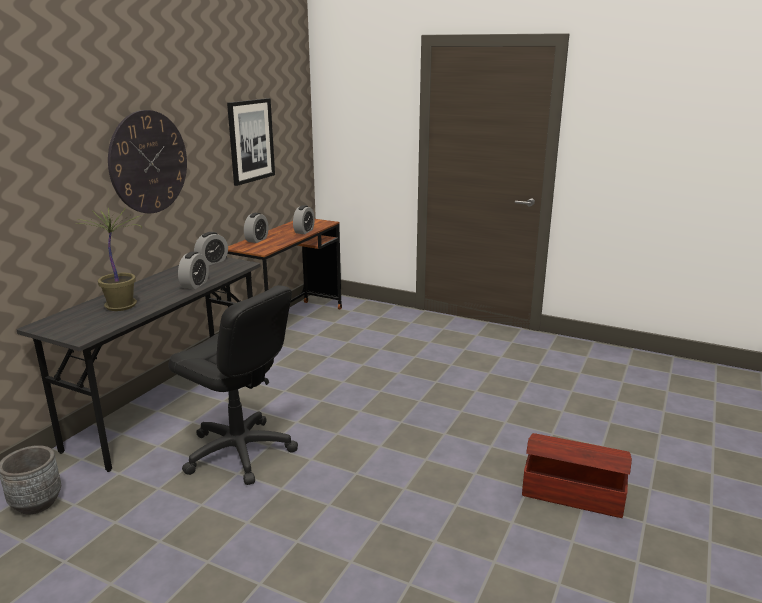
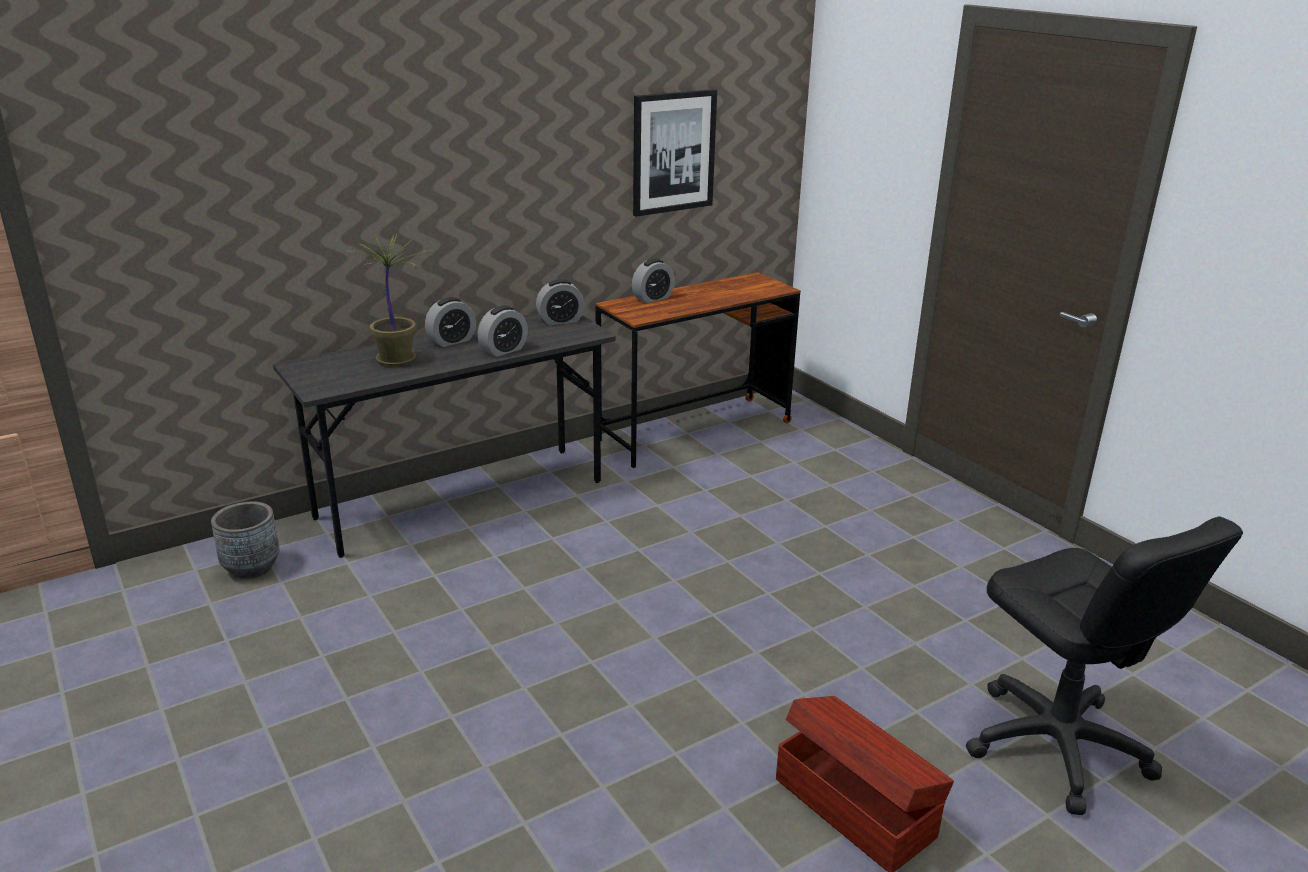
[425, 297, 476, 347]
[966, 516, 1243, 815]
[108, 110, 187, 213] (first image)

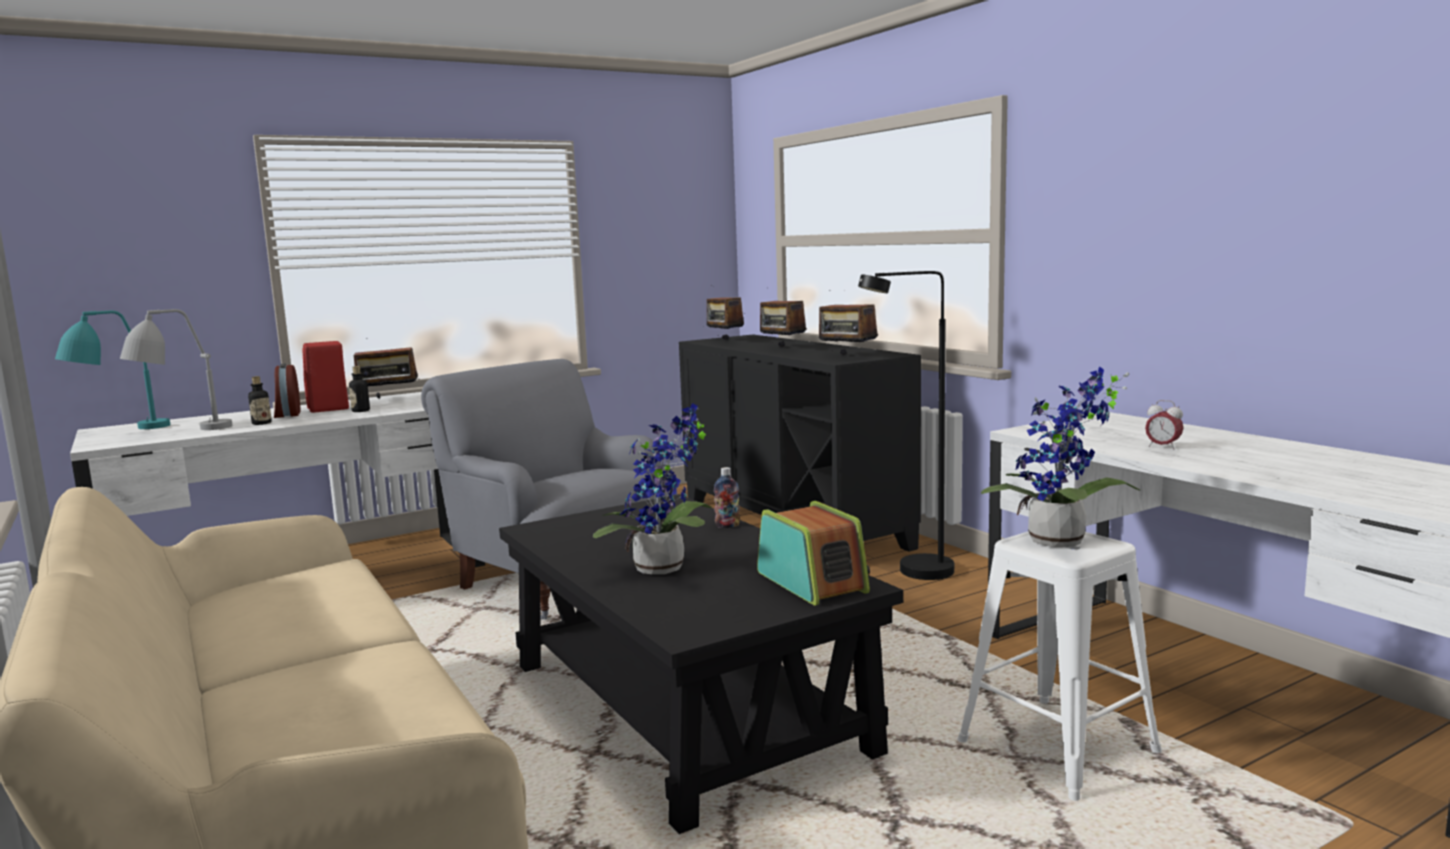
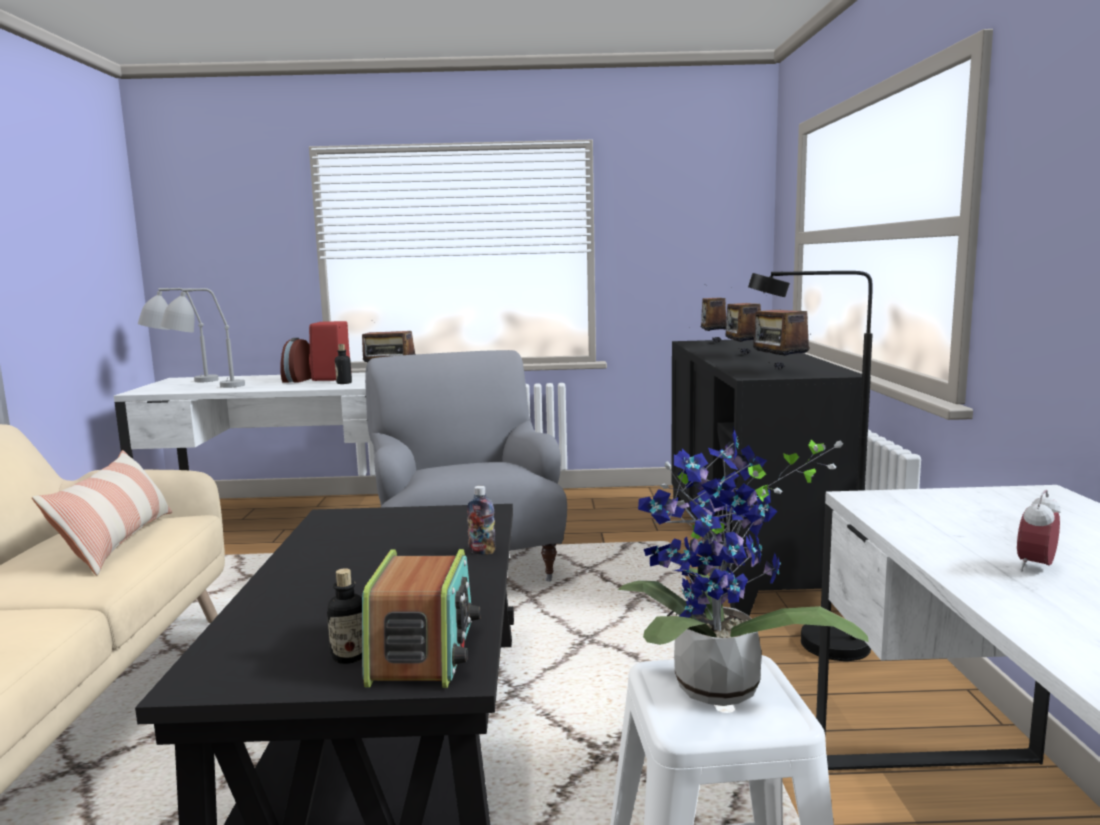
[32, 450, 173, 575]
[138, 288, 219, 382]
[327, 568, 362, 664]
[1017, 490, 1061, 572]
[593, 403, 712, 574] (first image)

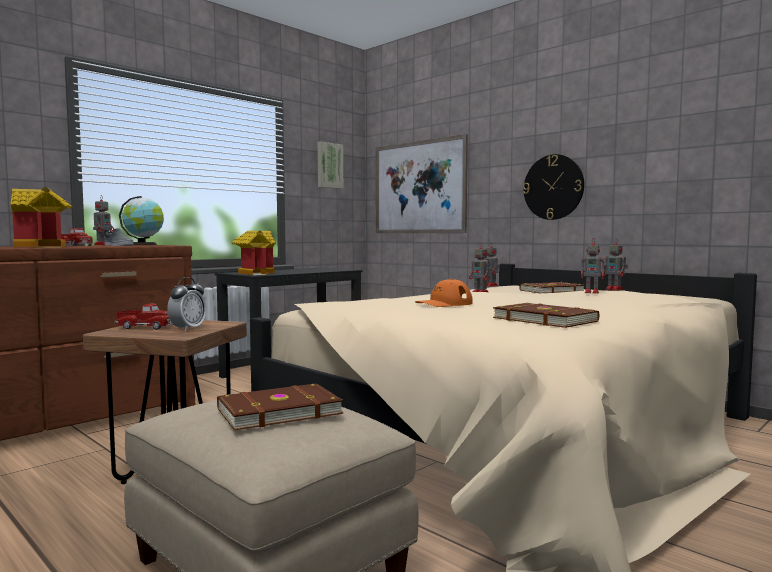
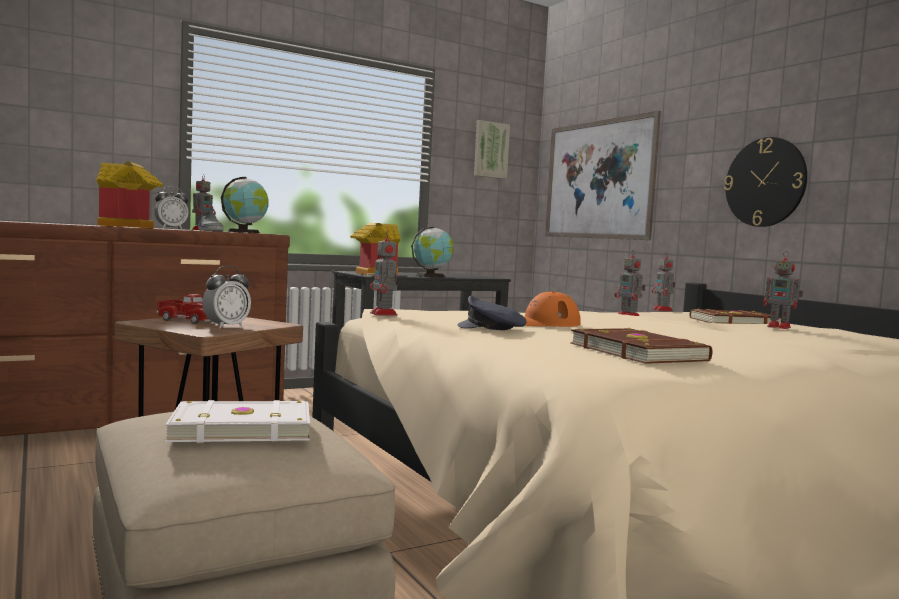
[154, 186, 189, 229]
[165, 400, 310, 443]
[370, 231, 397, 315]
[411, 227, 454, 277]
[457, 296, 526, 330]

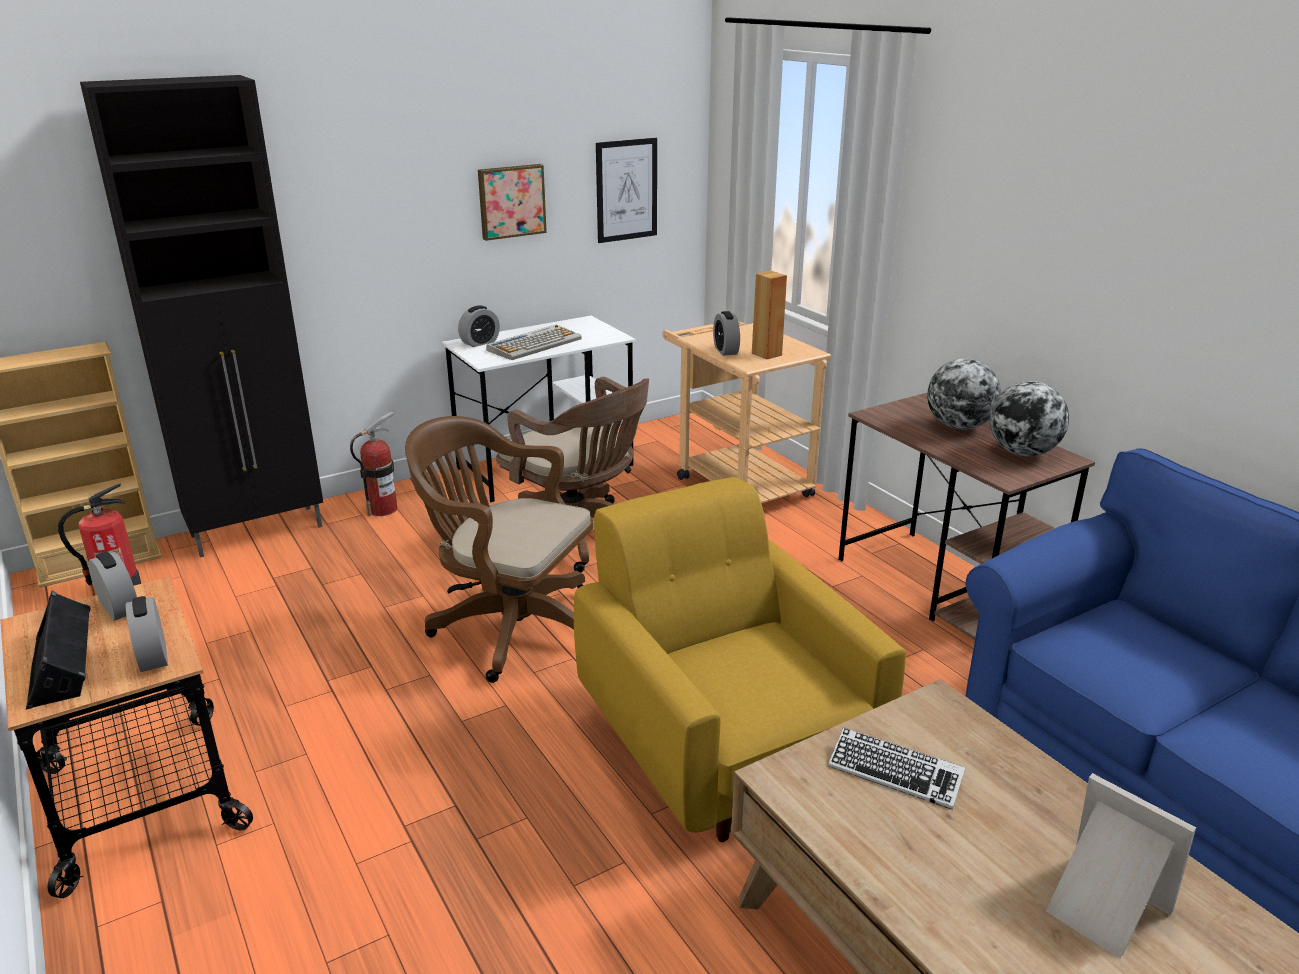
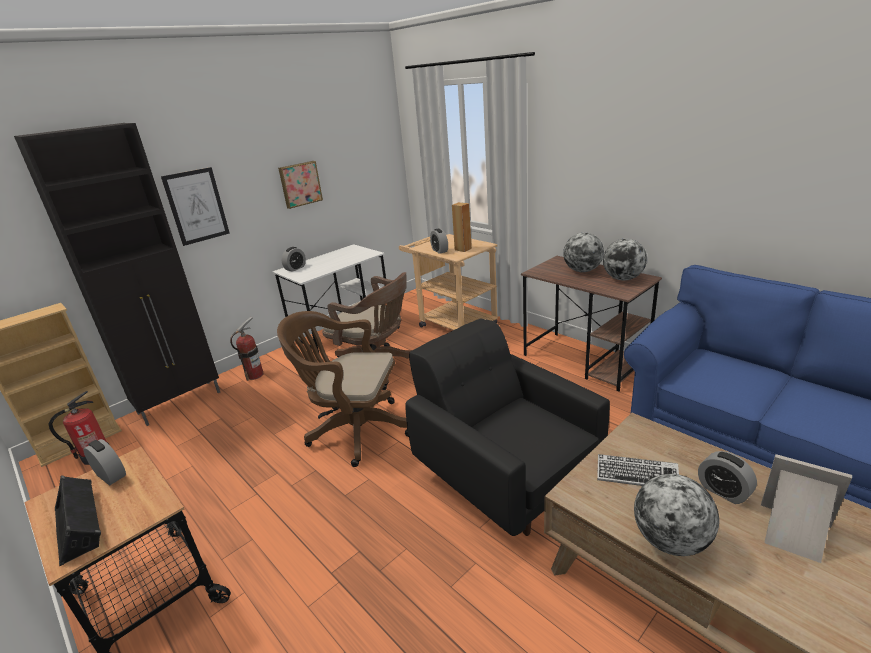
[161, 167, 230, 246]
[405, 318, 610, 536]
[634, 474, 719, 556]
[698, 451, 757, 504]
[486, 324, 582, 360] (first image)

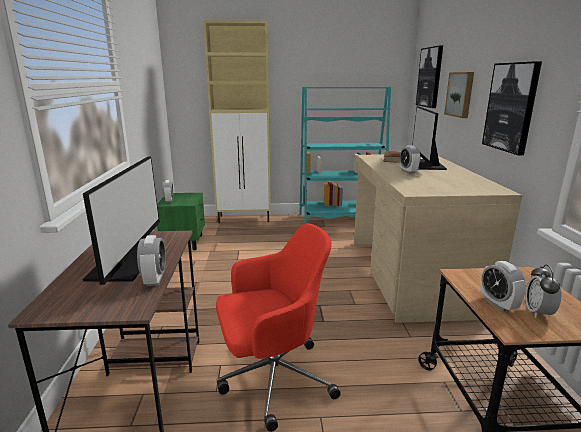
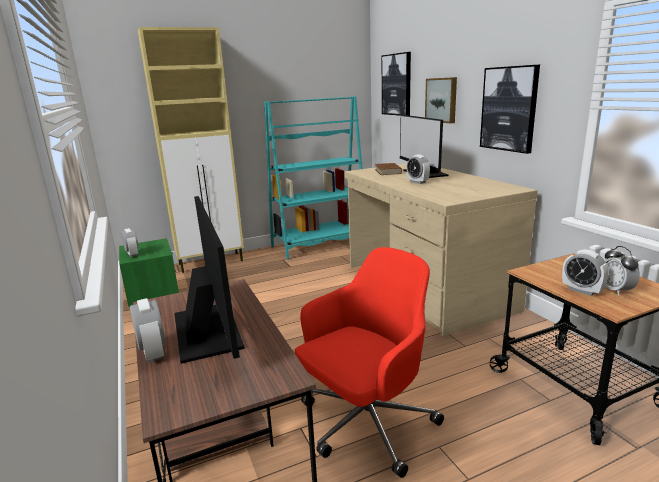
[130, 298, 165, 363]

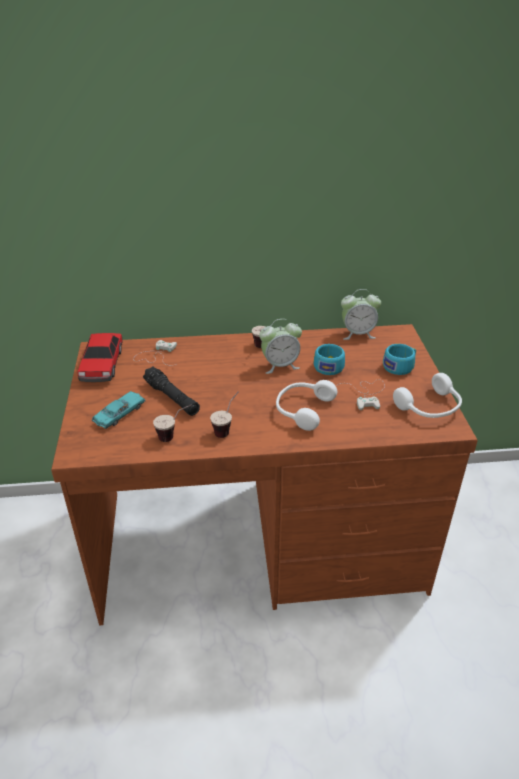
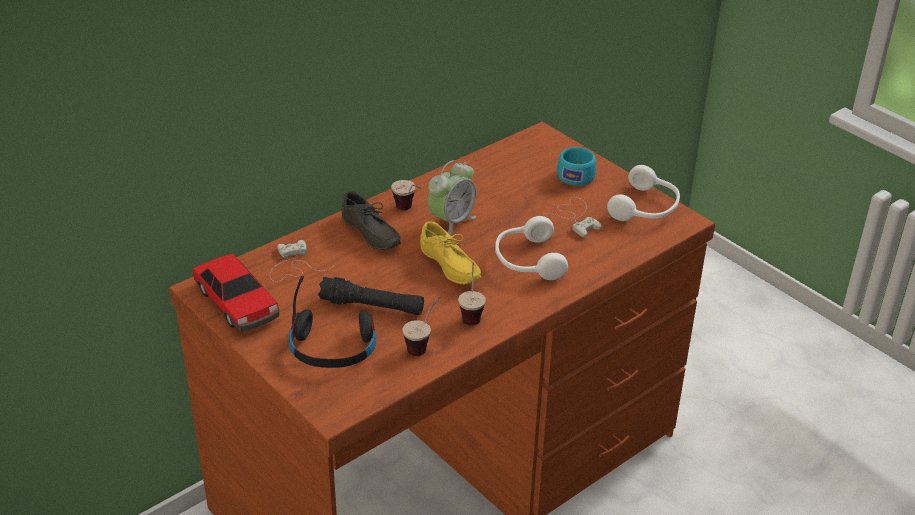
[289, 276, 376, 368]
[341, 191, 401, 250]
[420, 222, 481, 285]
[313, 344, 345, 375] (first image)
[341, 289, 381, 340] (first image)

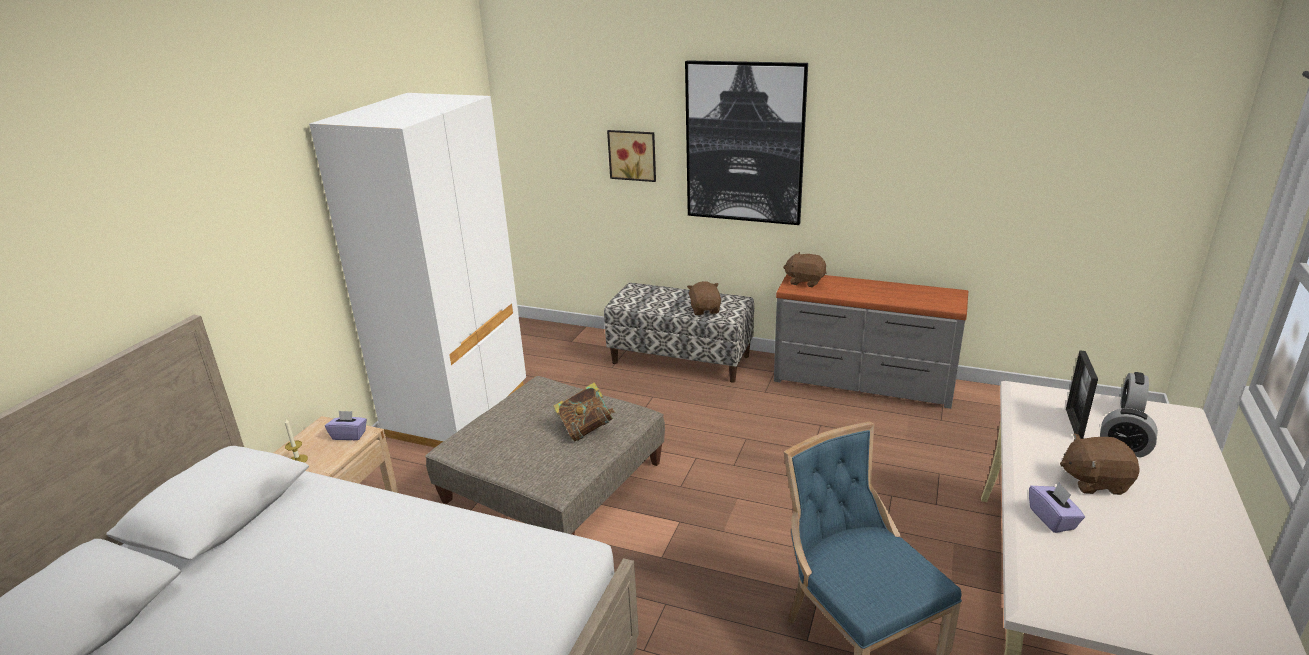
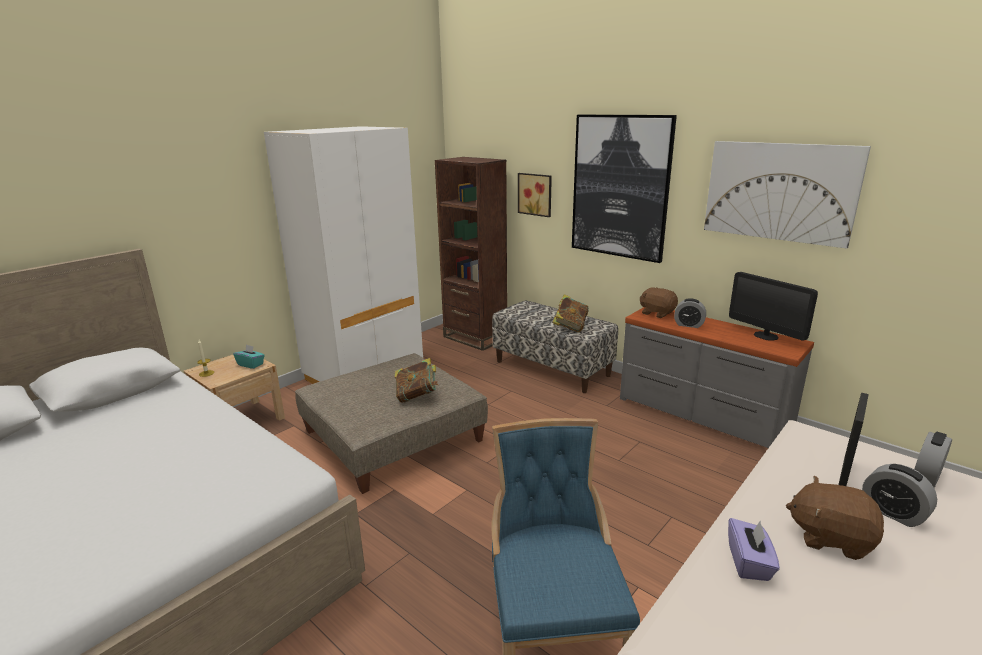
[233, 345, 265, 369]
[435, 157, 507, 351]
[552, 294, 588, 332]
[674, 298, 706, 328]
[704, 141, 871, 249]
[729, 272, 818, 341]

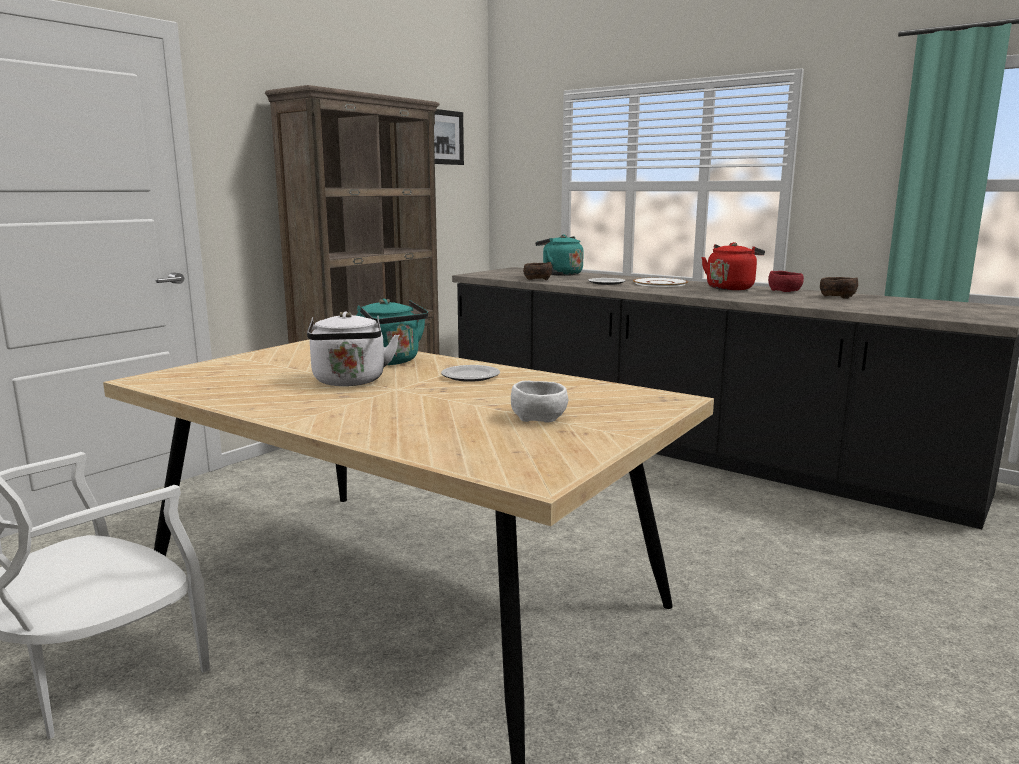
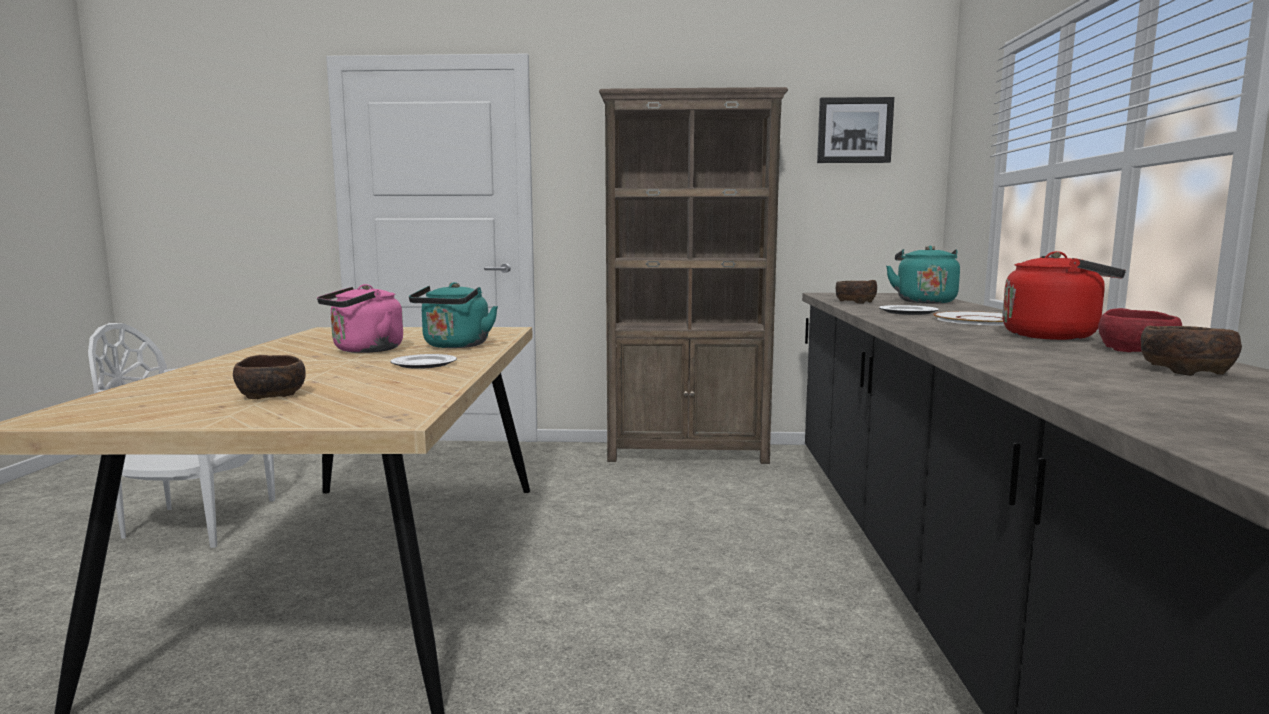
[233, 355, 306, 399]
[317, 284, 403, 353]

